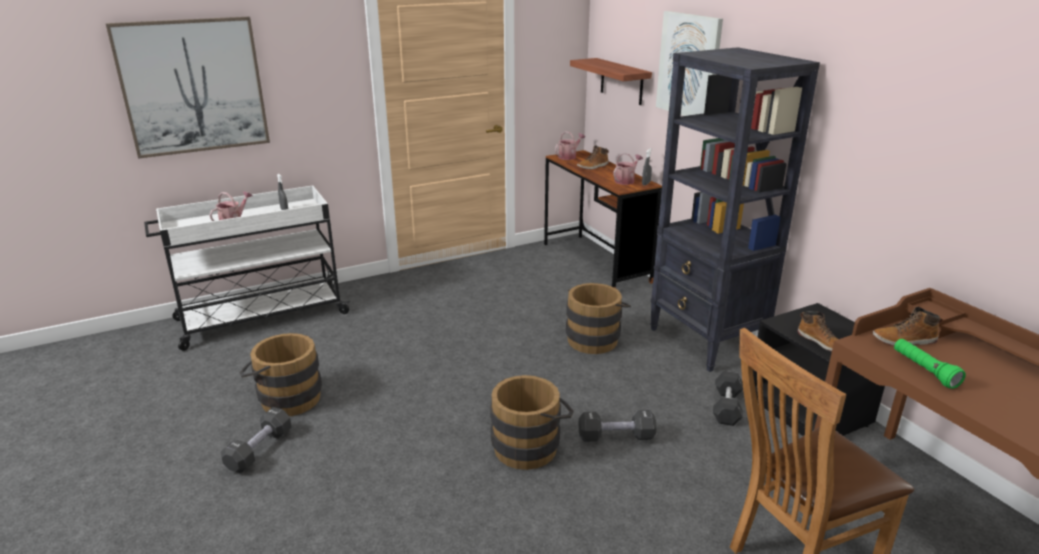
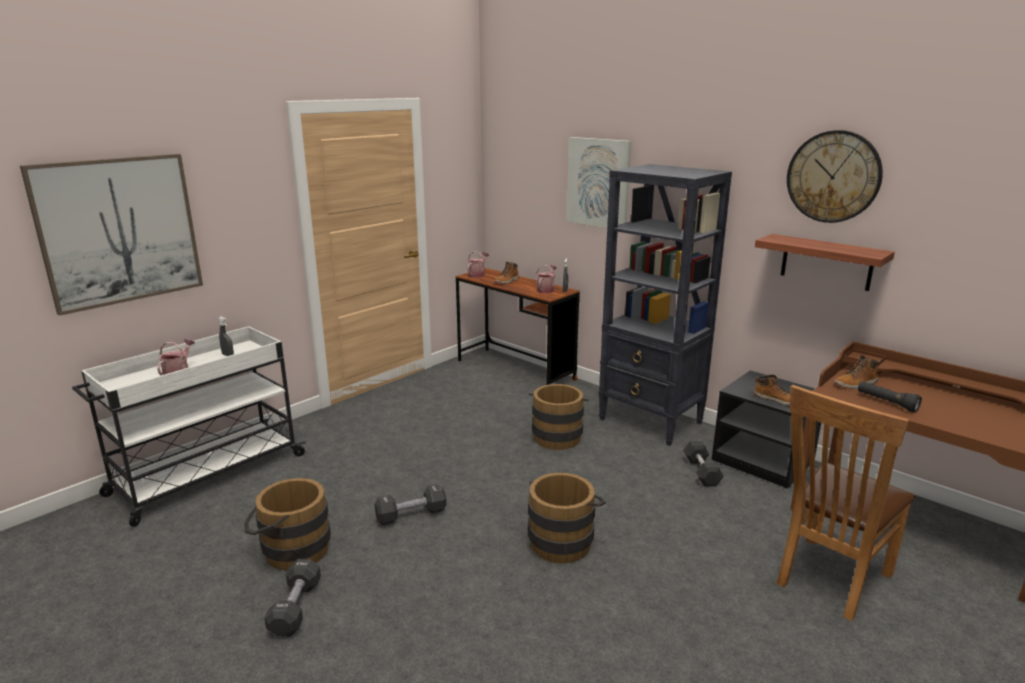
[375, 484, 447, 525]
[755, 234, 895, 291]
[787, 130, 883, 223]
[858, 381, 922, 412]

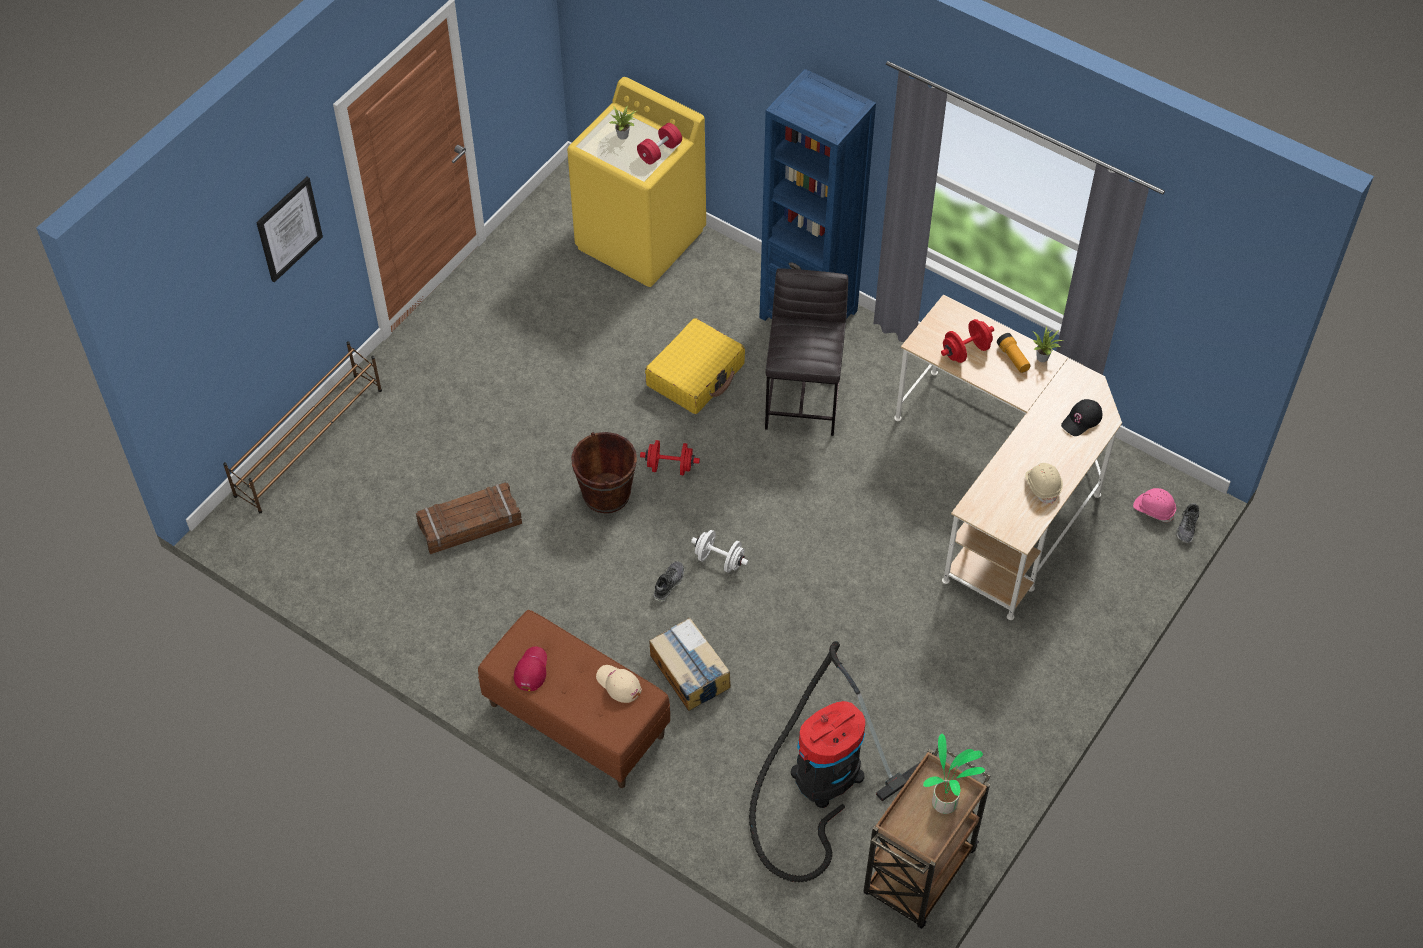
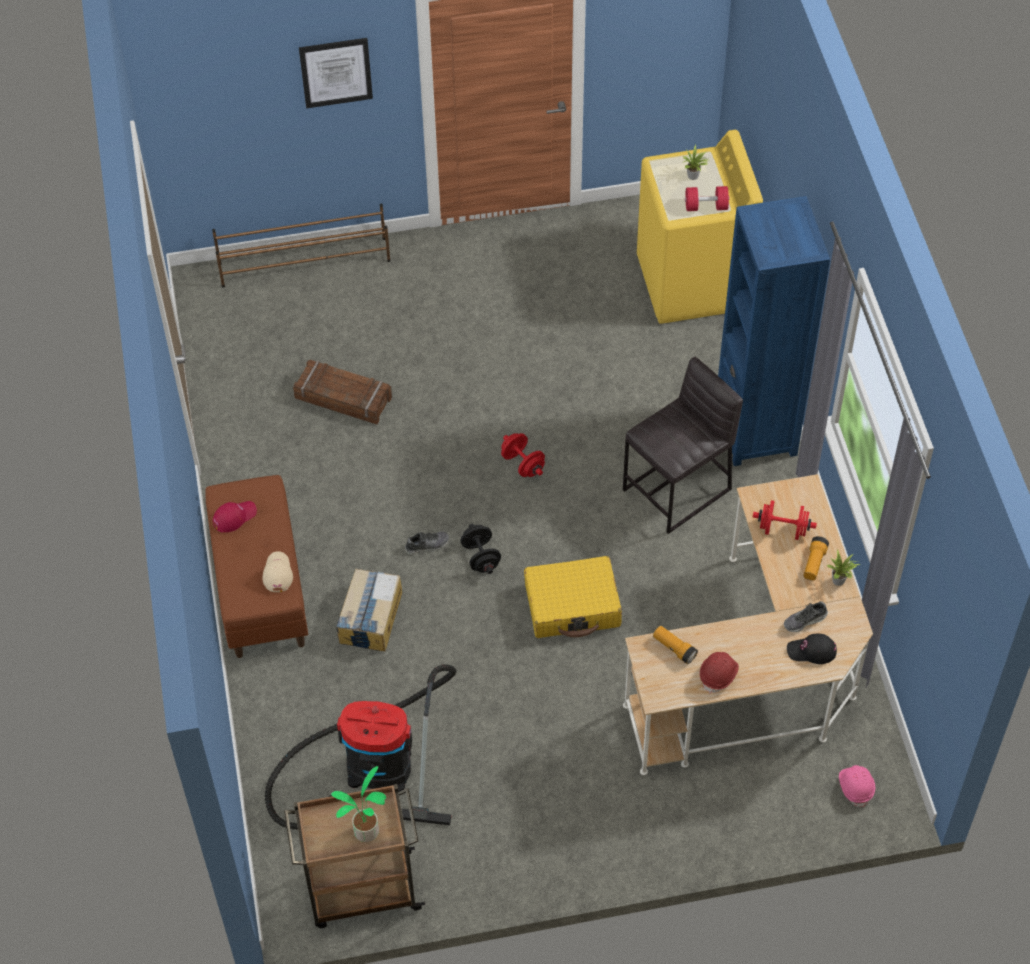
[460, 524, 501, 574]
[524, 556, 622, 638]
[653, 626, 698, 664]
[700, 652, 739, 694]
[784, 601, 828, 632]
[571, 432, 637, 513] (first image)

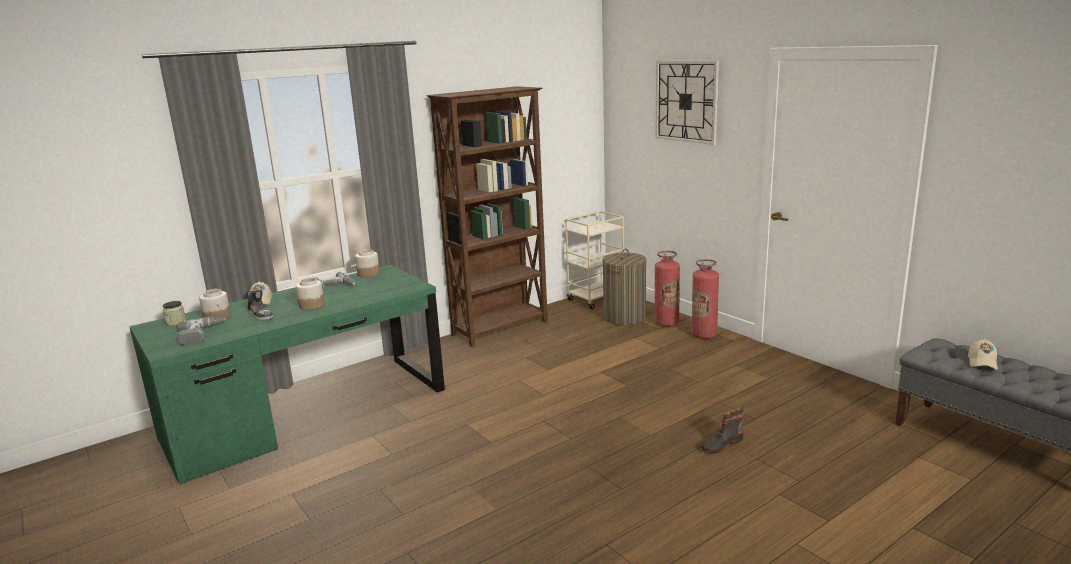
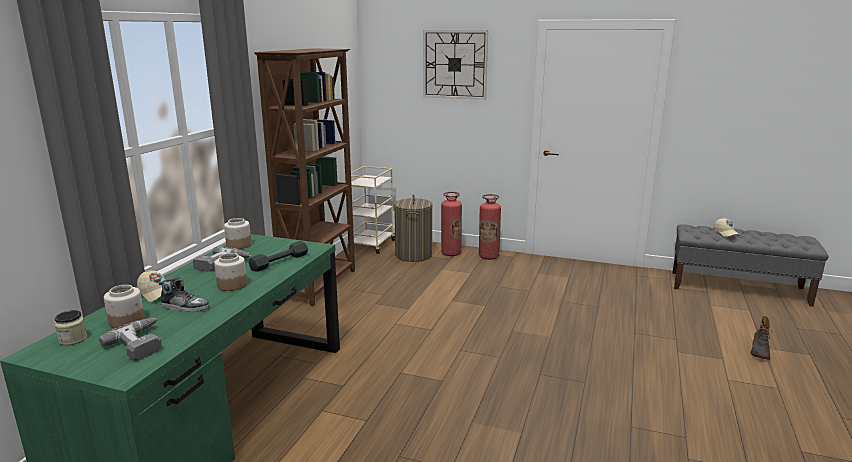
[249, 241, 308, 272]
[751, 316, 772, 360]

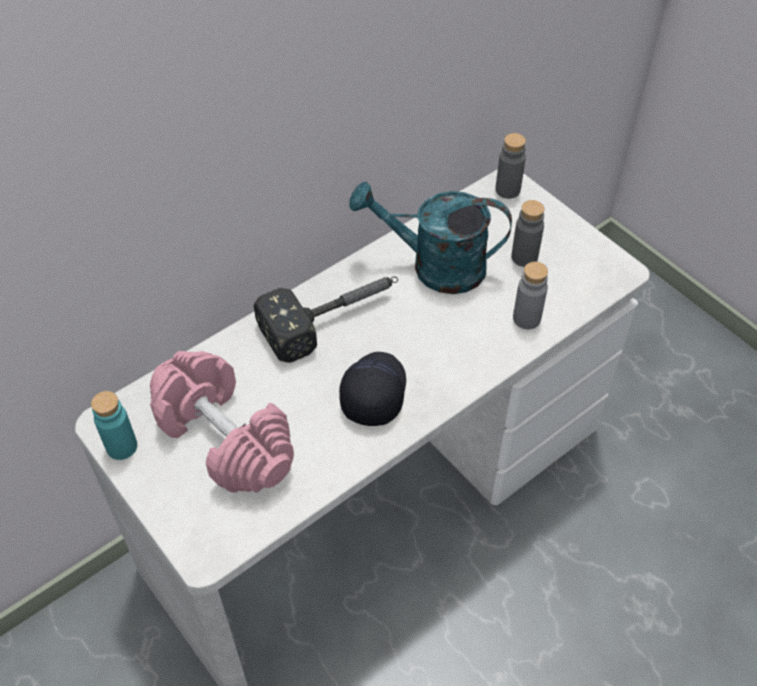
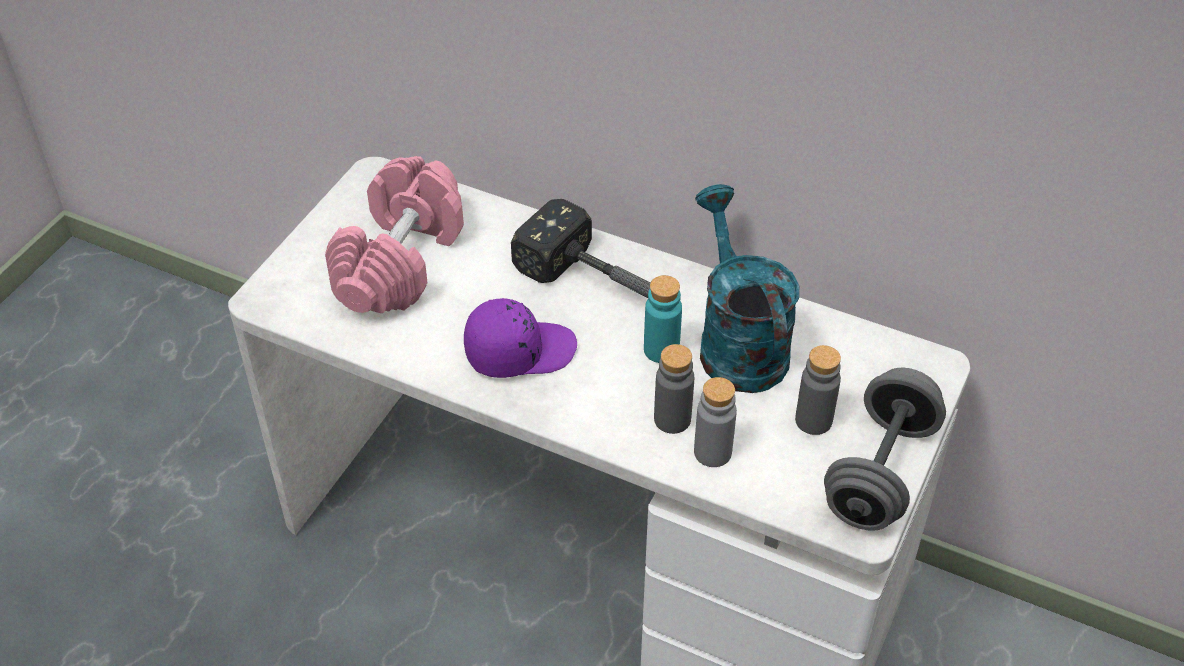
[464, 298, 577, 378]
[644, 275, 682, 363]
[654, 344, 694, 434]
[824, 368, 946, 531]

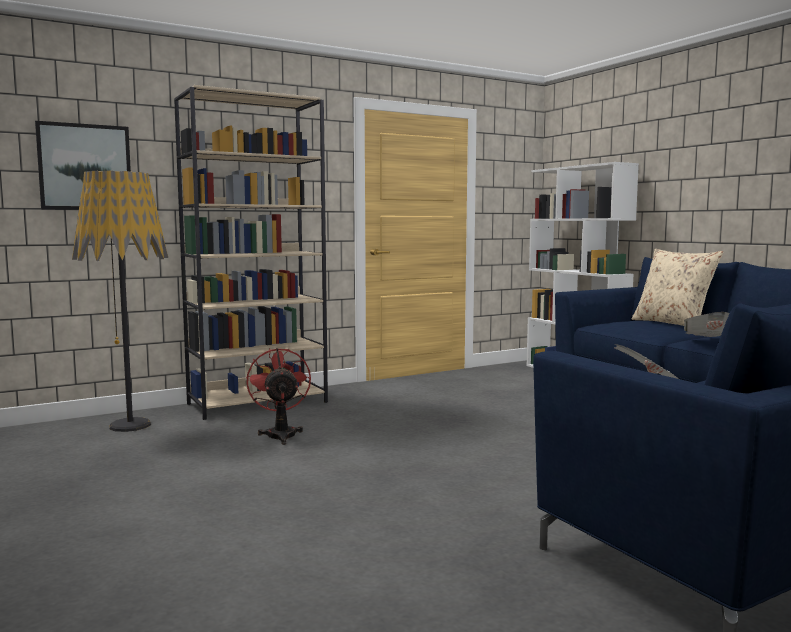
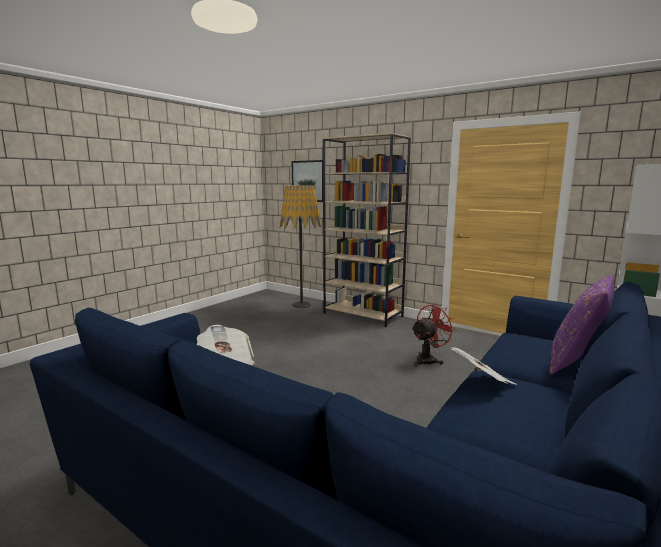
[412, 304, 457, 367]
[549, 274, 614, 375]

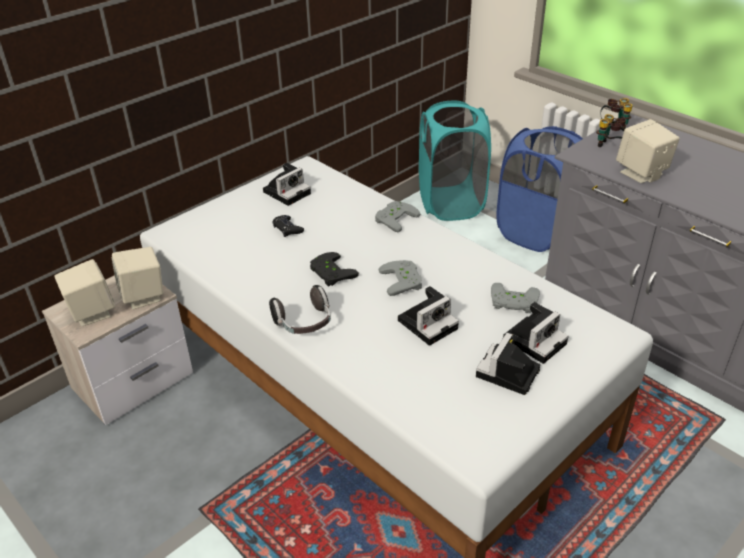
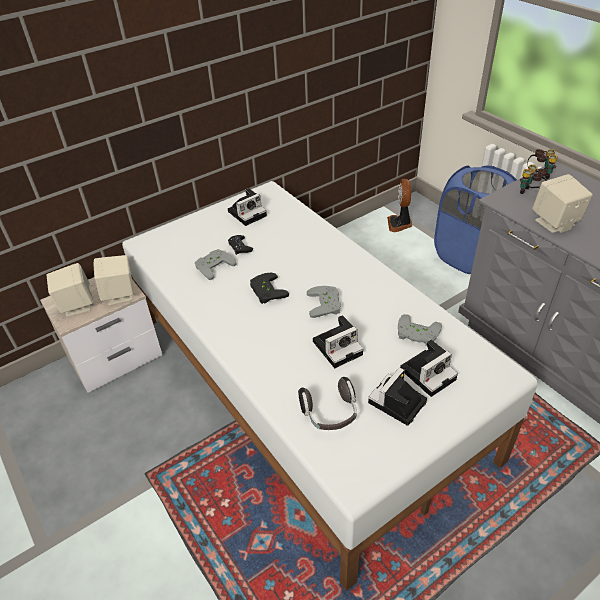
[195, 249, 237, 280]
[298, 377, 357, 430]
[387, 179, 412, 232]

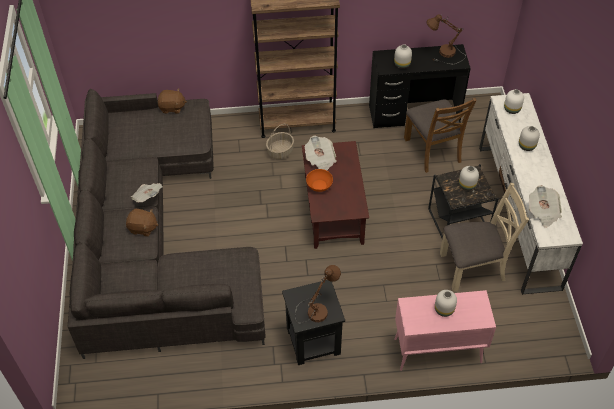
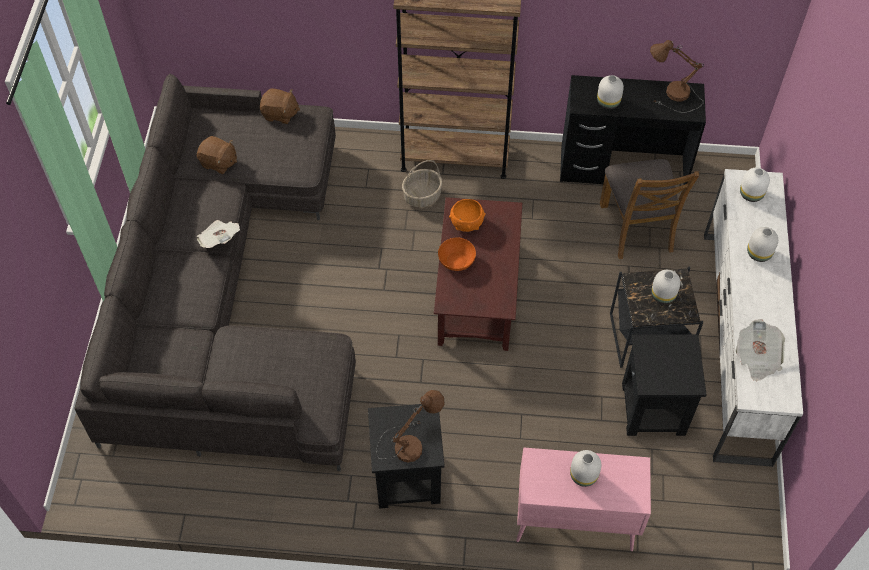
[197, 136, 237, 174]
[449, 199, 486, 232]
[622, 334, 707, 436]

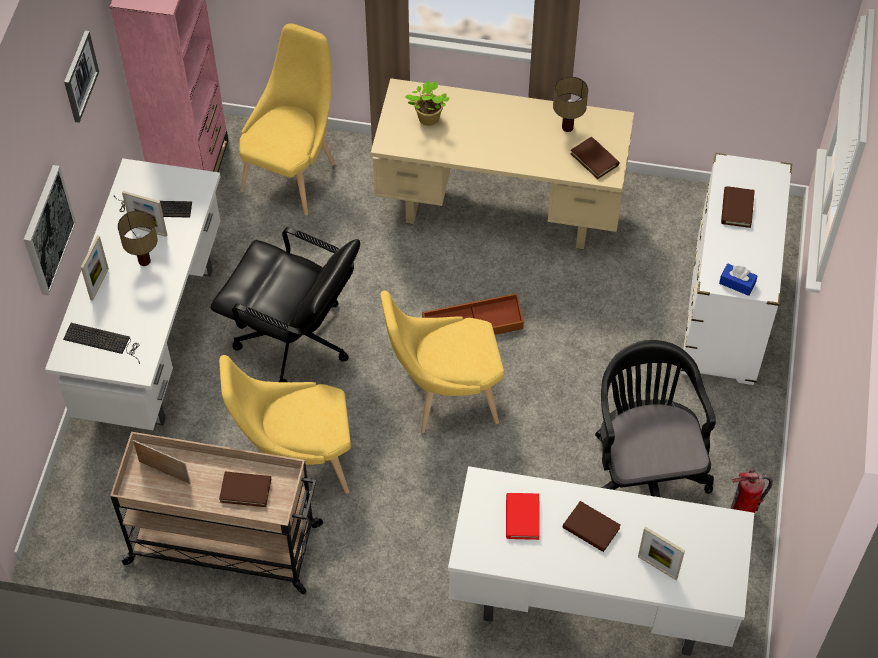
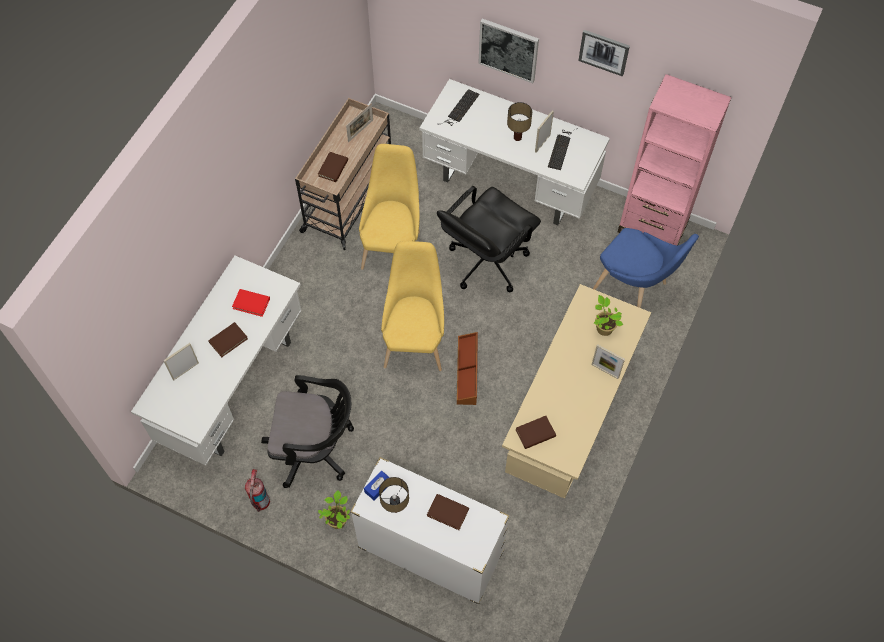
[318, 490, 350, 529]
[379, 477, 409, 513]
[592, 344, 625, 379]
[593, 228, 699, 308]

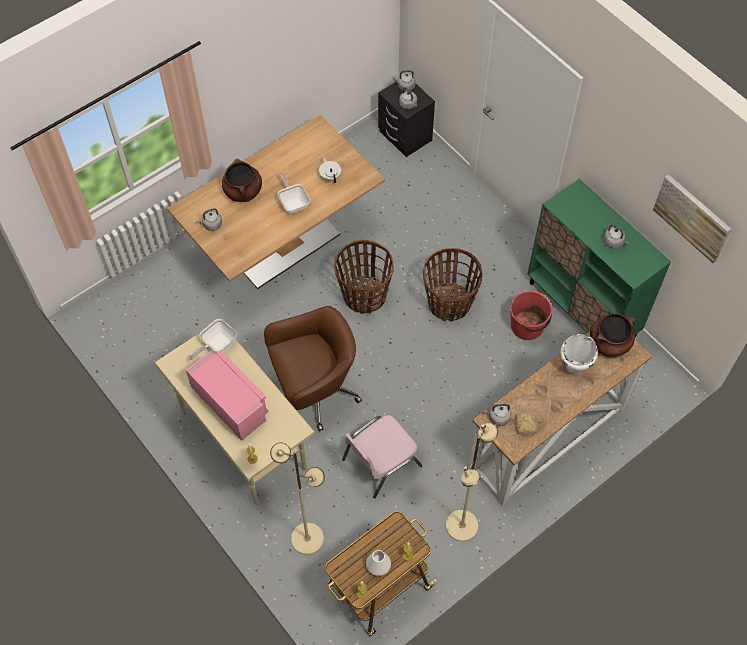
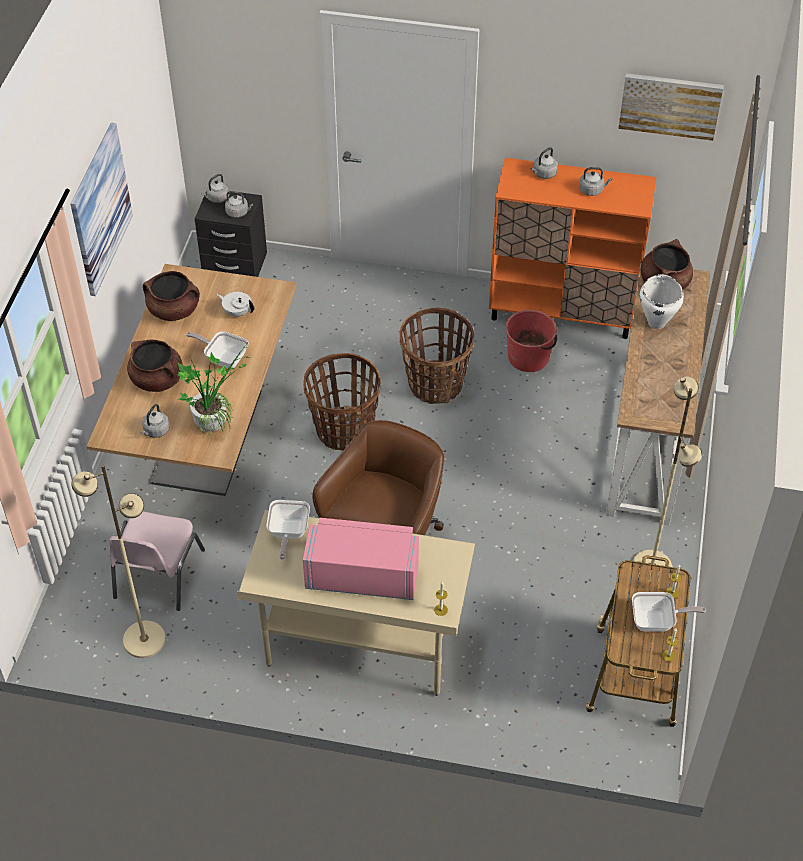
[70, 123, 133, 296]
[71, 465, 166, 658]
[109, 512, 205, 611]
[143, 271, 200, 321]
[177, 341, 249, 434]
[489, 158, 656, 339]
[531, 147, 558, 179]
[632, 592, 706, 631]
[515, 412, 538, 434] (first image)

